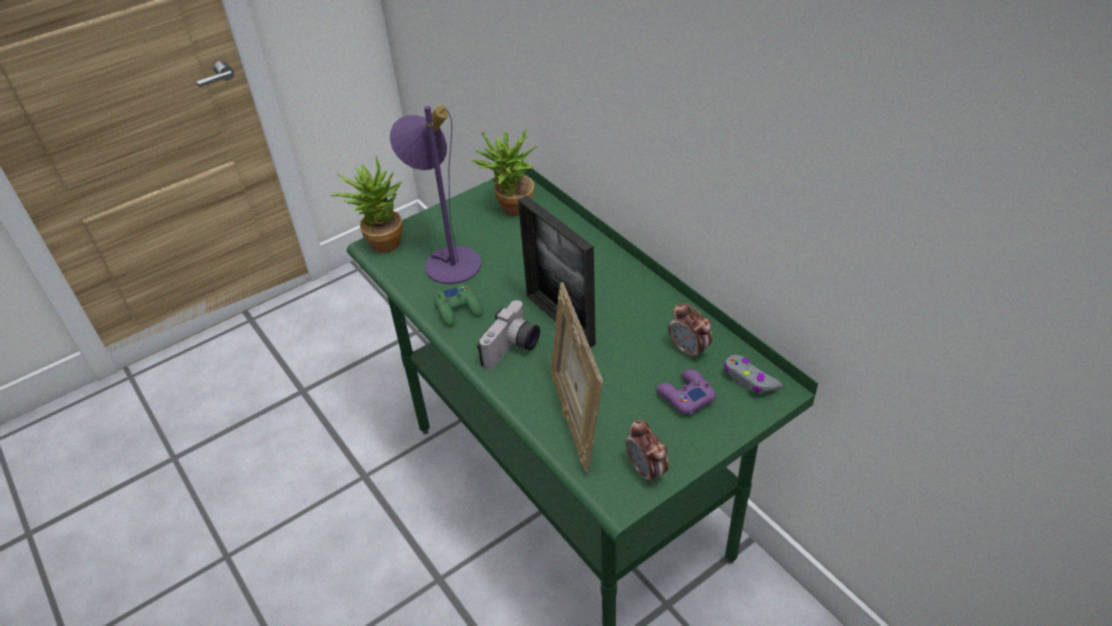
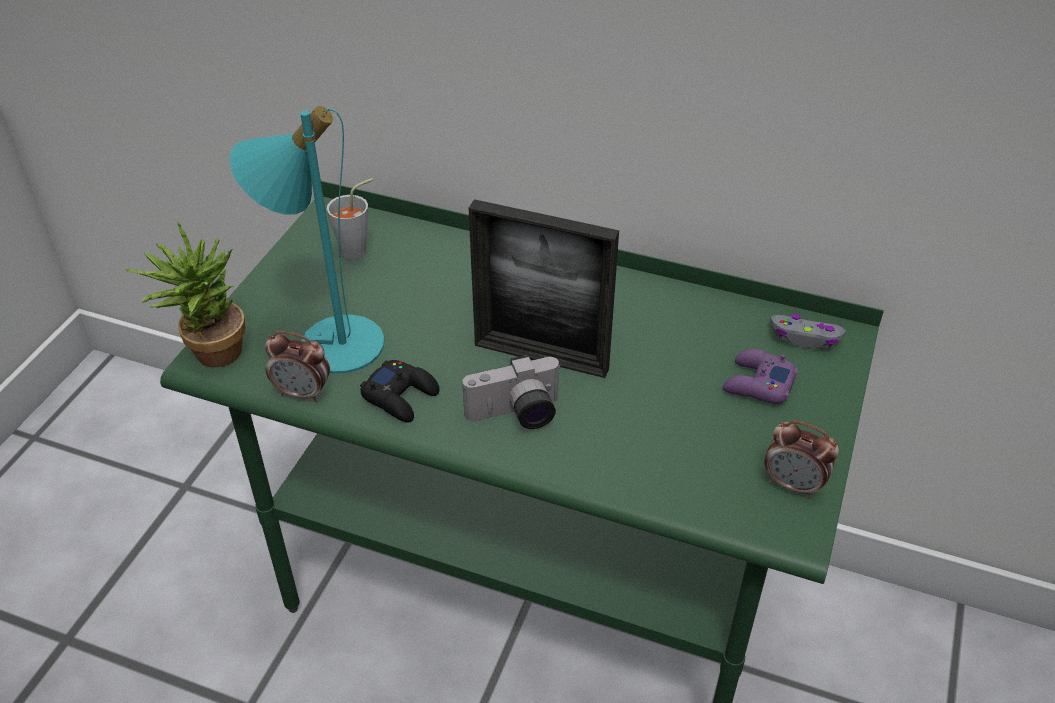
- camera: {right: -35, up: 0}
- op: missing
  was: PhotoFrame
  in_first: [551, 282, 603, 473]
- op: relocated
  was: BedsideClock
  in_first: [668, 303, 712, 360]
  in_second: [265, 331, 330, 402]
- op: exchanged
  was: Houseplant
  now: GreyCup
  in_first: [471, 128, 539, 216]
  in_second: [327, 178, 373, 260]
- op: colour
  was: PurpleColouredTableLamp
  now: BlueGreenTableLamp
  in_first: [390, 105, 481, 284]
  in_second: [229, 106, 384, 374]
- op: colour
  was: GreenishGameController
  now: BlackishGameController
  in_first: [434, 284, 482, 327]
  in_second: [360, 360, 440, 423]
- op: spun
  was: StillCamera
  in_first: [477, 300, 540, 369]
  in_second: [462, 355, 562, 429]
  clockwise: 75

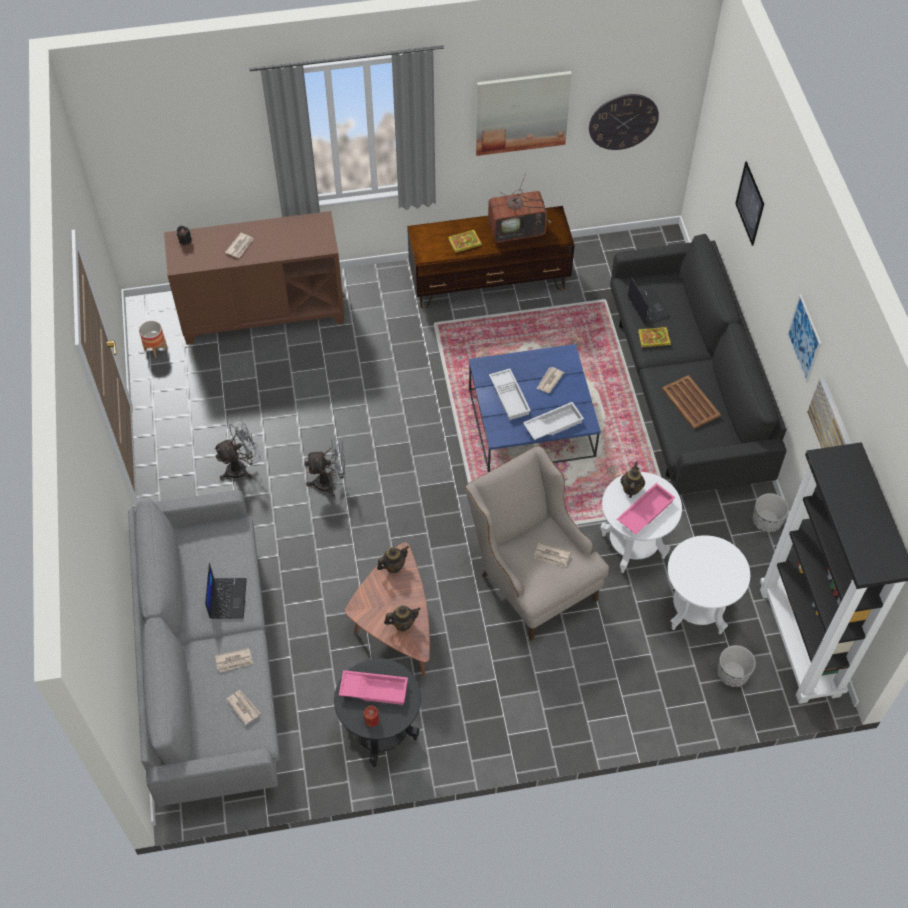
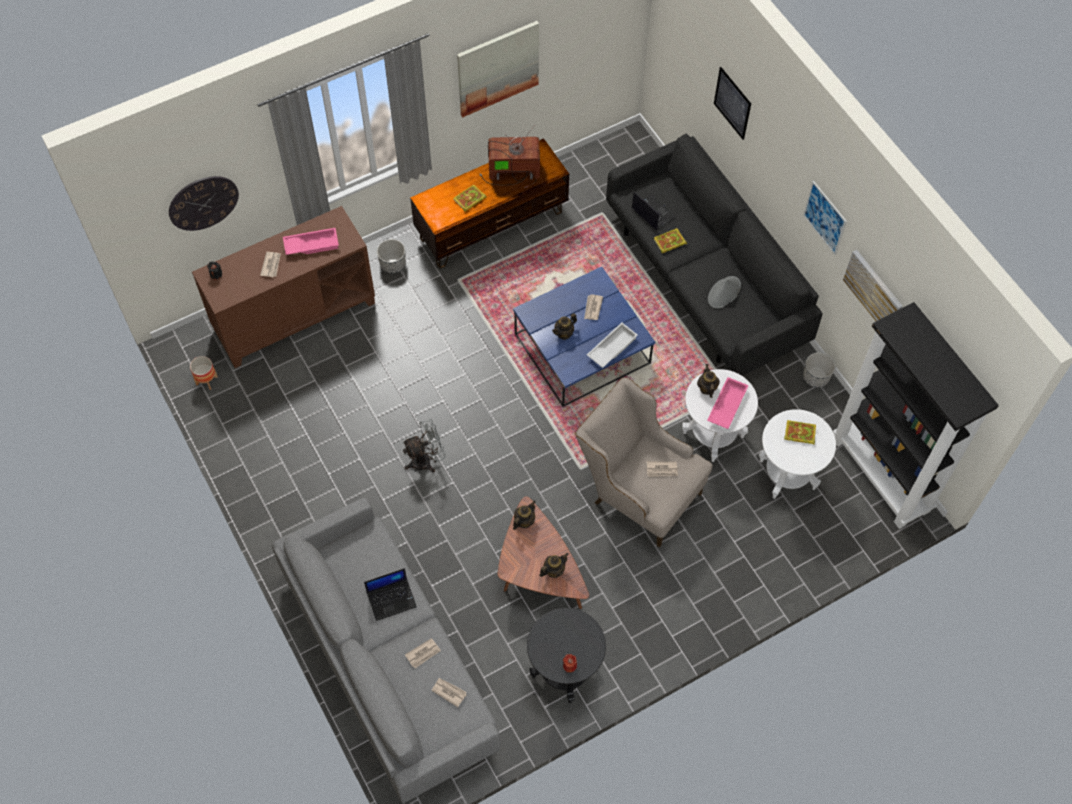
- camera: {right: -20, up: 5}
- op: missing
  was: GreyCoolingFan
  in_first: [214, 420, 261, 480]
- op: appeared
  now: Book
  in_second: [784, 420, 816, 444]
- op: relocated
  was: PinkishTray
  in_first: [339, 670, 408, 705]
  in_second: [283, 228, 339, 255]
- op: relocated
  was: HangingClock
  in_first: [589, 94, 659, 150]
  in_second: [169, 176, 239, 231]
- op: relocated
  was: PlantPot
  in_first: [717, 645, 756, 687]
  in_second: [377, 239, 406, 273]
- op: exchanged
  was: WhiteTray
  now: TeaPot
  in_first: [489, 368, 531, 420]
  in_second: [552, 313, 577, 340]
- op: exchanged
  was: BrownTray
  now: GreyClothingHat
  in_first: [662, 375, 721, 429]
  in_second: [708, 276, 741, 309]
- op: spun
  was: NotebookComputer
  in_first: [205, 563, 247, 619]
  in_second: [364, 568, 417, 621]
  clockwise: 90
- op: spun
  was: Television
  in_first: [488, 173, 552, 243]
  in_second: [479, 125, 540, 188]
  clockwise: -150

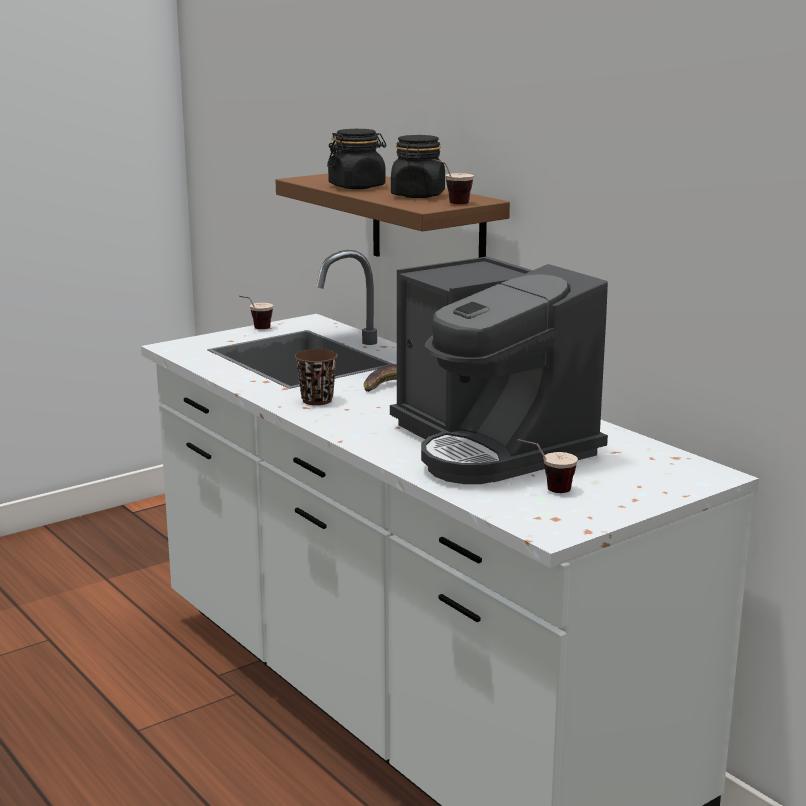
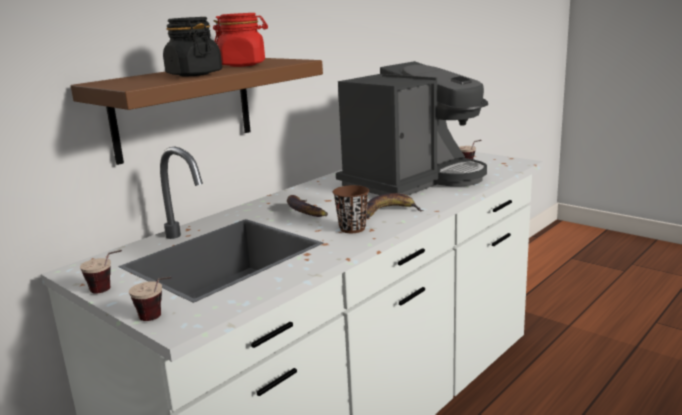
- camera: {right: -100, up: 0}
- op: appeared
  now: WholeBanana
  in_second: [366, 193, 424, 219]
- op: relocated
  was: Cup
  in_first: [433, 159, 474, 204]
  in_second: [129, 277, 172, 321]
- op: colour
  was: BlackishJar
  now: RedColouredJar
  in_first: [391, 135, 445, 198]
  in_second: [213, 13, 268, 67]

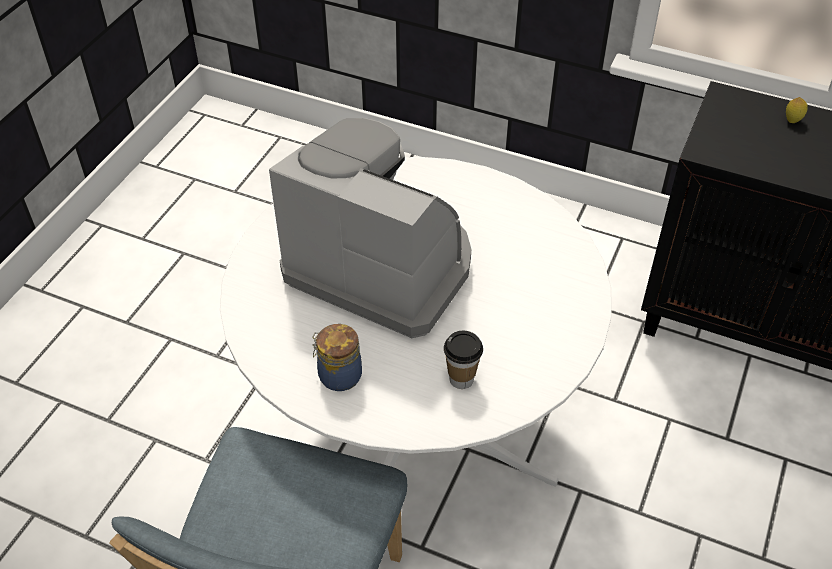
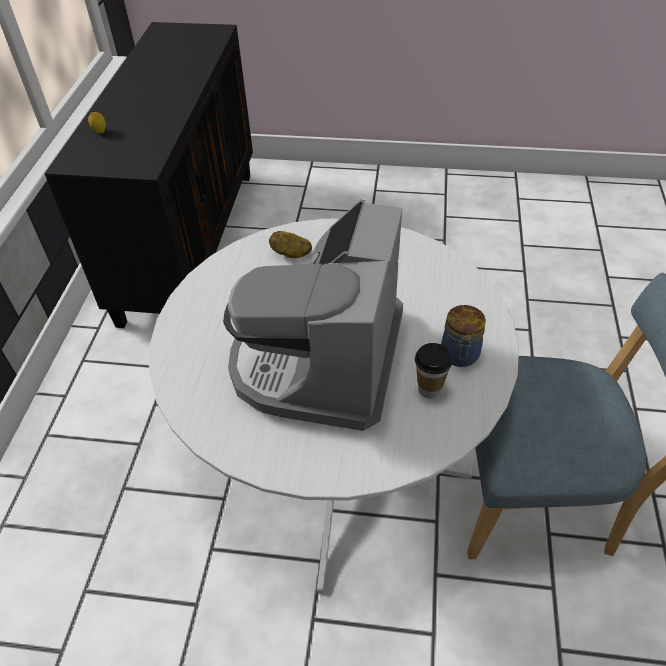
- camera: {right: -105, up: 0}
- op: appeared
  now: Spud
  in_second: [269, 231, 312, 258]
- op: relocated
  was: Cup
  in_first: [444, 331, 483, 389]
  in_second: [415, 343, 453, 398]

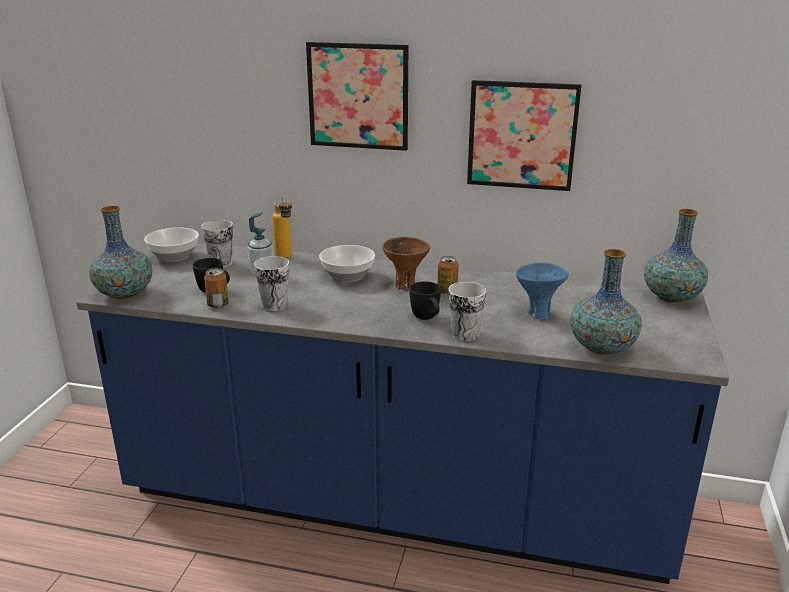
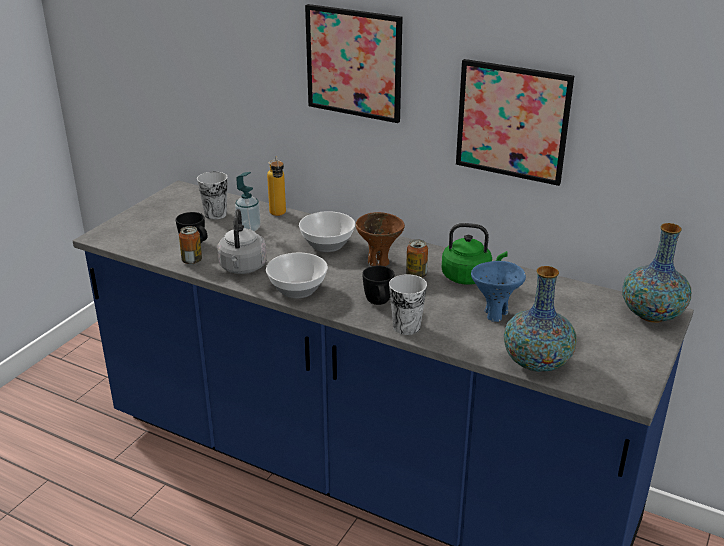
- camera: {right: 15, up: 5}
- op: missing
  was: FlowerVase
  in_first: [89, 206, 152, 299]
- op: appeared
  now: GreenishTeaKettle
  in_second: [442, 223, 508, 285]
- op: relocated
  was: ServingBowl
  in_first: [144, 227, 199, 262]
  in_second: [266, 253, 328, 299]
- op: exchanged
  was: Cup
  now: GreyTeaKettle
  in_first: [254, 256, 289, 311]
  in_second: [217, 209, 267, 274]

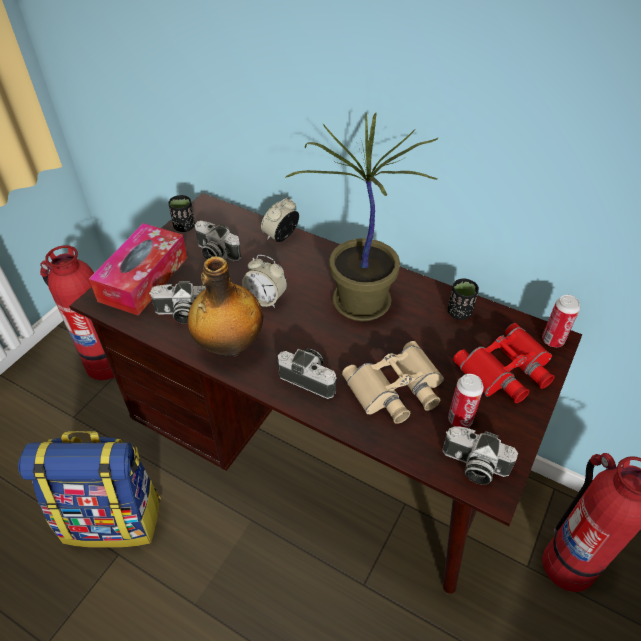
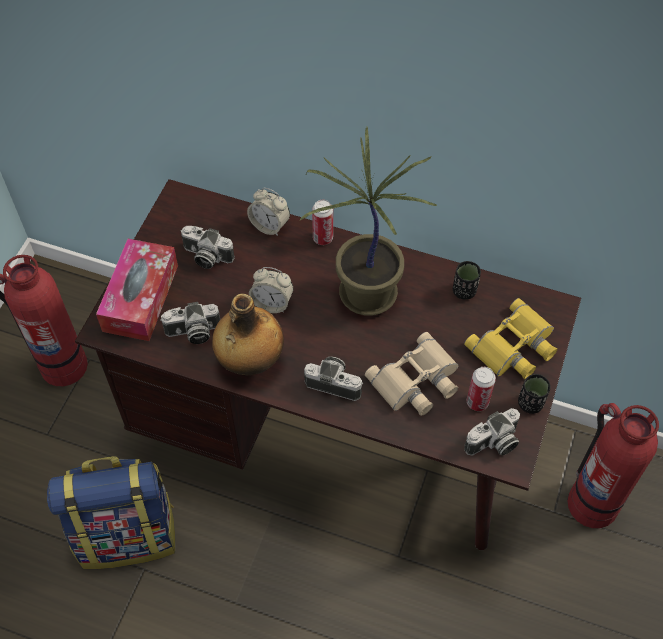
- camera: {right: -10, up: 10}
- op: relocated
  was: BlackishCup
  in_first: [168, 195, 195, 232]
  in_second: [518, 374, 551, 414]
- op: relocated
  was: Can
  in_first: [542, 295, 580, 347]
  in_second: [312, 200, 333, 245]
- op: colour
  was: RedColouredPairOfBinoculars
  now: YellowPairOfBinoculars
  in_first: [453, 323, 555, 403]
  in_second: [464, 298, 557, 379]
- op: spun
  was: BedsideClock
  in_first: [261, 197, 299, 242]
  in_second: [247, 188, 290, 236]
  clockwise: -90
- op: spun
  was: StillCamera
  in_first: [442, 426, 518, 485]
  in_second: [464, 408, 520, 456]
  clockwise: -45

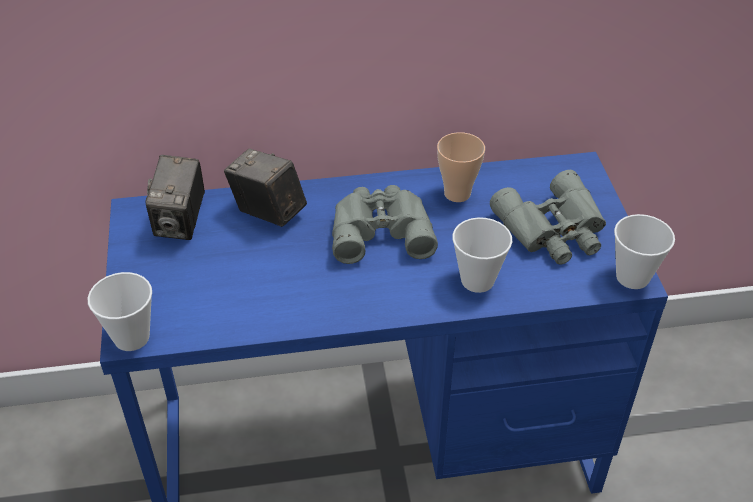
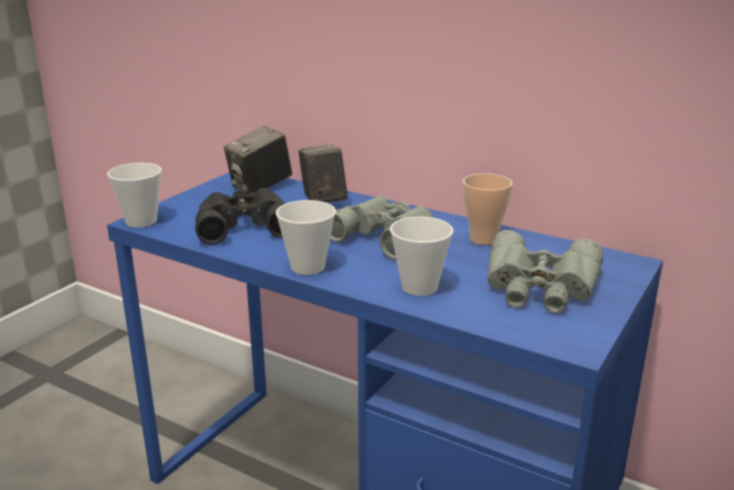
- camera: {right: 40, up: -20}
- op: appeared
  now: BlackishPairOfBinoculars
  in_second: [195, 188, 286, 245]
- op: relocated
  was: Cup
  in_first: [614, 214, 675, 289]
  in_second: [276, 200, 336, 275]

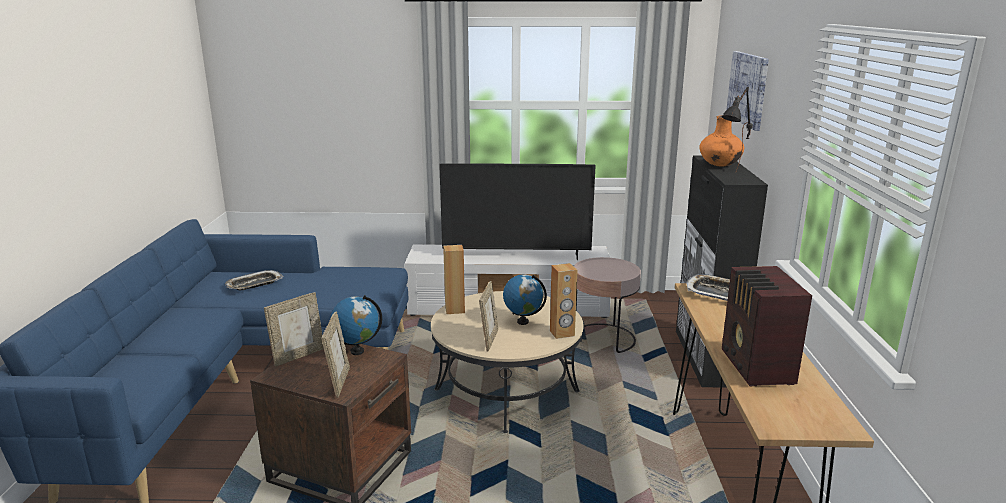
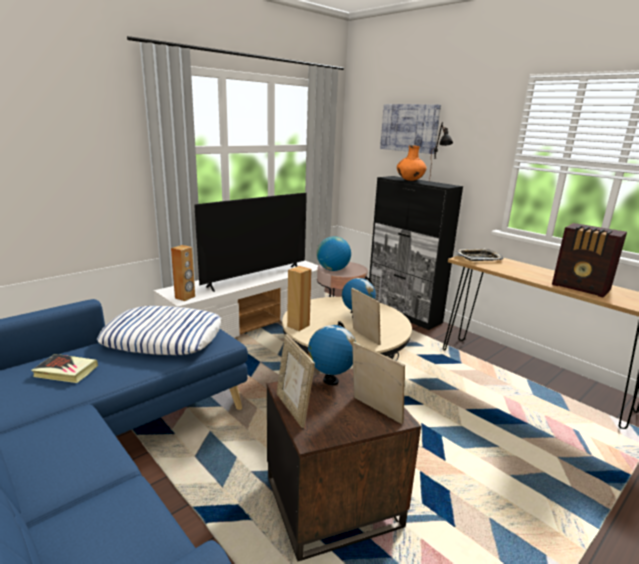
- camera: {right: -45, up: 0}
- op: appeared
  now: Pillow
  in_second: [97, 306, 222, 355]
- op: appeared
  now: WorldGlobe
  in_second: [317, 236, 351, 271]
- op: relocated
  was: BrownSpeaker
  in_first: [550, 263, 577, 339]
  in_second: [171, 245, 195, 301]
- op: exchanged
  was: Tray
  now: Book
  in_first: [225, 270, 283, 290]
  in_second: [31, 354, 98, 383]
- op: spun
  was: PhotoFrame
  in_first: [264, 292, 324, 367]
  in_second: [277, 334, 315, 428]
  clockwise: 150

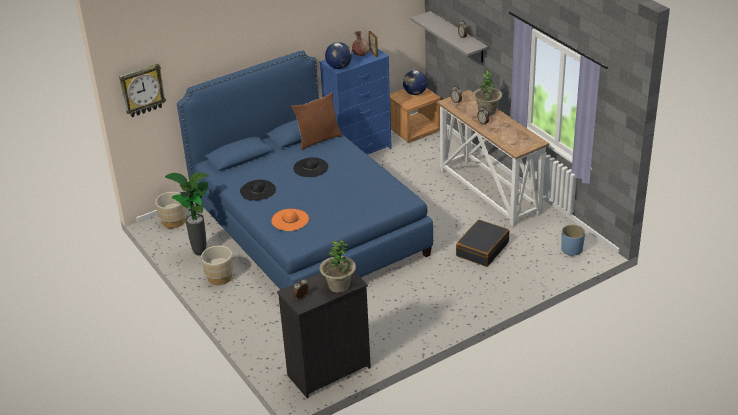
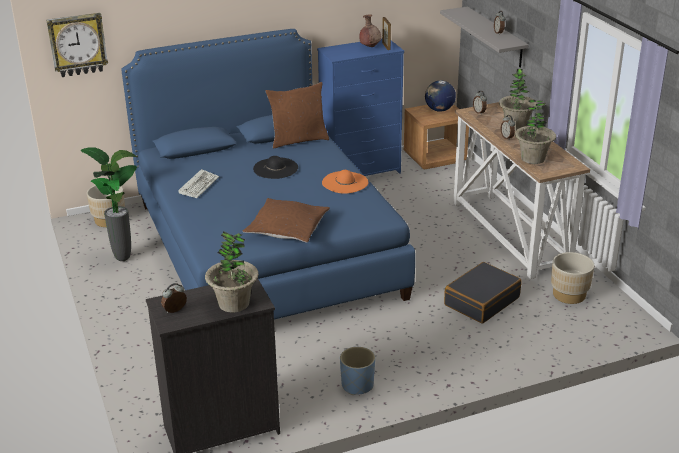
- camera: {right: 10, up: -5}
- op: missing
  was: WorldGlobe
  in_first: [325, 42, 352, 69]
- op: appeared
  now: BrownPillow
  in_second: [243, 198, 330, 243]
- op: appeared
  now: Houseplant
  in_second: [515, 100, 556, 164]
- op: relocated
  was: BeigePlantPot
  in_first: [201, 246, 233, 285]
  in_second: [551, 252, 594, 304]
- op: relocated
  was: OrangeyClothingHat
  in_first: [271, 209, 309, 231]
  in_second: [322, 170, 368, 194]
- op: relocated
  was: BluePlantPot
  in_first: [561, 224, 585, 256]
  in_second: [340, 347, 375, 395]
- op: exchanged
  was: BlackishClothingHat
  now: ComputerKeyboard
  in_first: [240, 180, 276, 201]
  in_second: [179, 169, 219, 198]

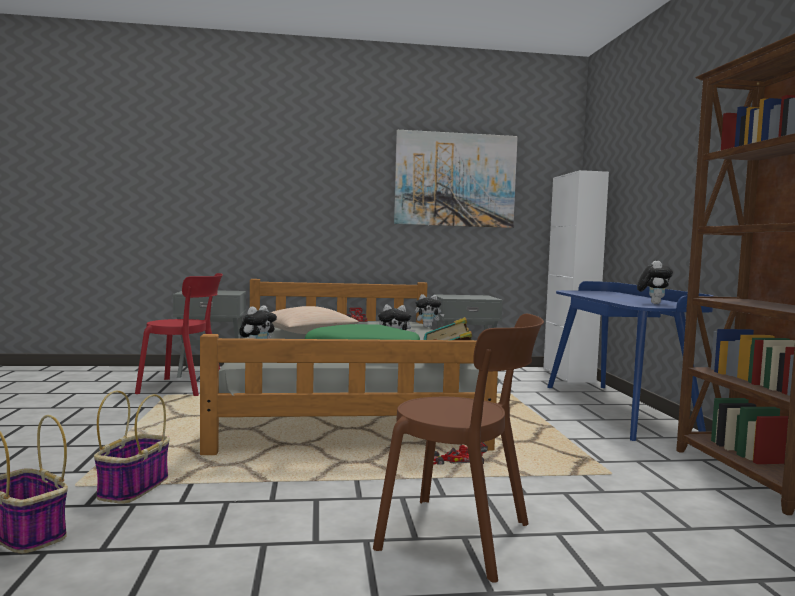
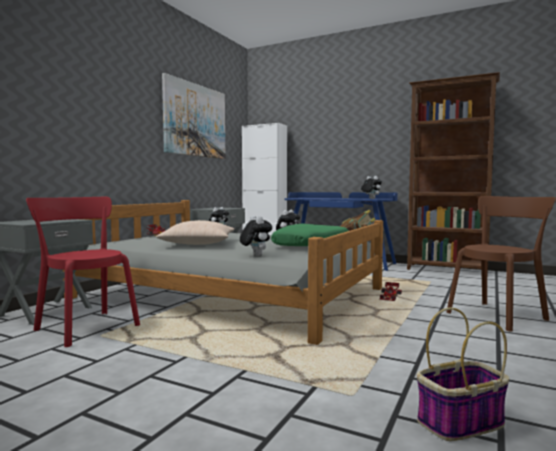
- camera: {right: -55, up: 0}
- op: missing
  was: StorageBasket
  in_first: [94, 391, 170, 504]
- op: spun
  was: RedColouredUprightChair
  in_first: [135, 273, 223, 396]
  in_second: [26, 197, 140, 347]
  clockwise: -90

